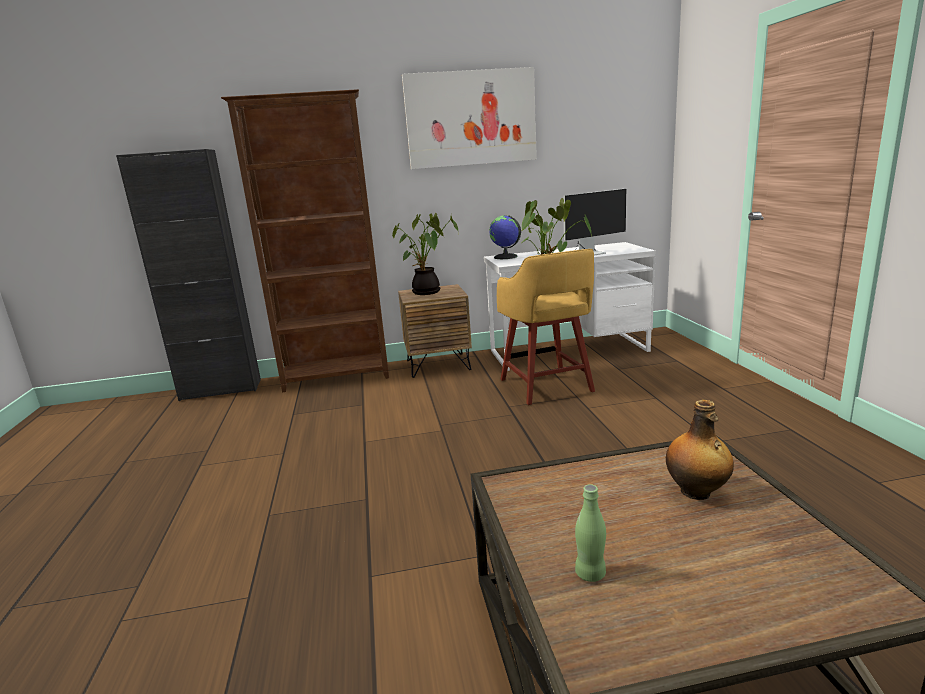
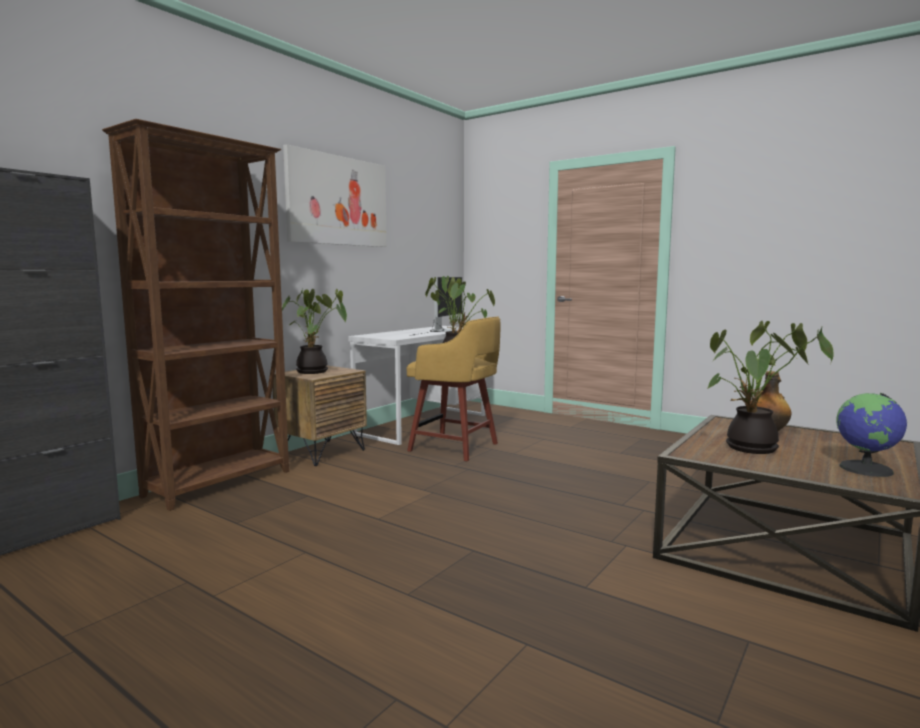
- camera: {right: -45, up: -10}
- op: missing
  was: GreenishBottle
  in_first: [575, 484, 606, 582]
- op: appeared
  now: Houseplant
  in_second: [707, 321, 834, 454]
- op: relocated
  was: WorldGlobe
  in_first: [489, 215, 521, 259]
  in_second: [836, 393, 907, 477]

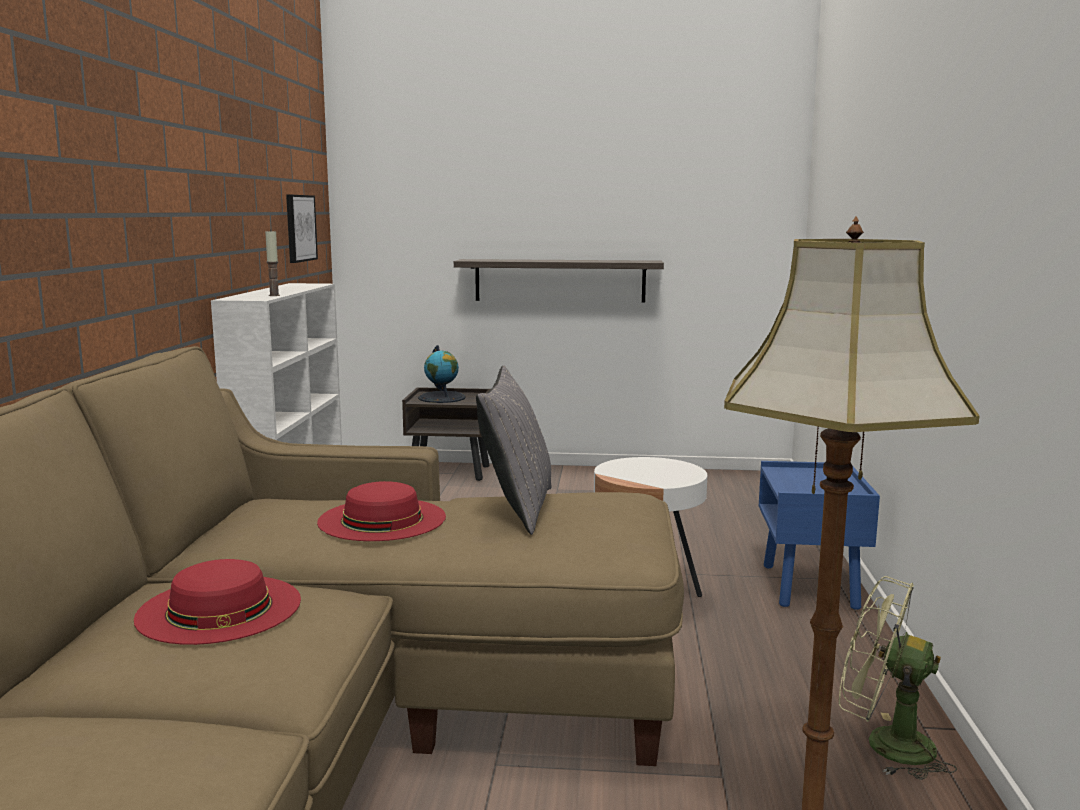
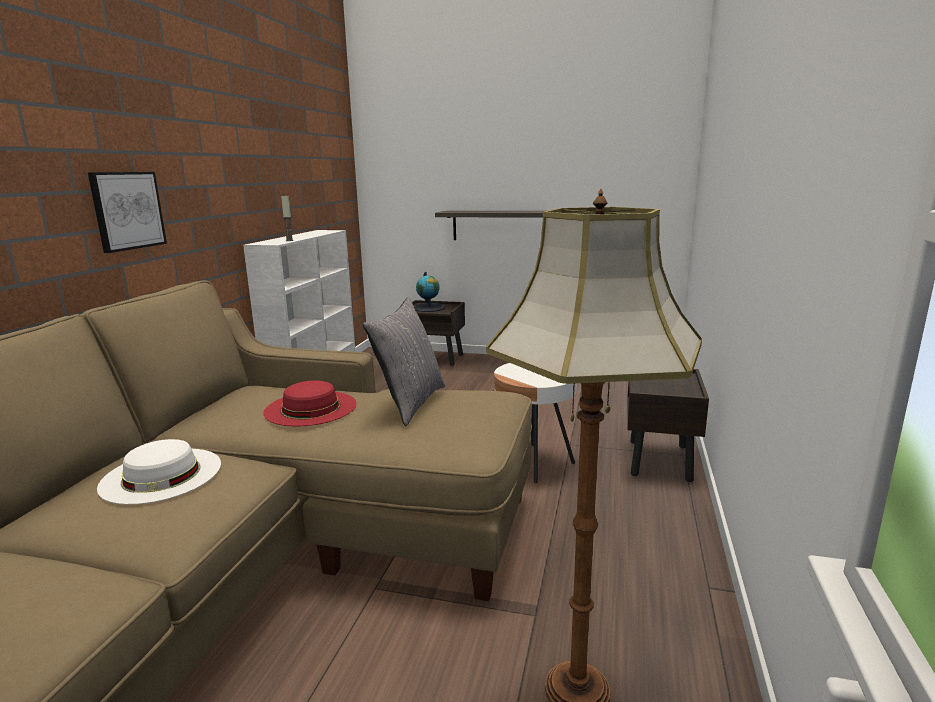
- camera: {right: 10, up: 5}
- op: missing
  was: GreenishCoolingFan
  in_first: [839, 576, 957, 780]
- op: relocated
  was: WallPicture
  in_first: [286, 195, 318, 263]
  in_second: [88, 172, 167, 253]
- op: colour
  was: RedColouredClothingHat
  now: WhiteClothingHat
  in_first: [134, 559, 301, 645]
  in_second: [97, 439, 221, 505]
- op: colour
  was: BlueBedsideTable
  now: BrownBedsideTable
  in_first: [759, 461, 880, 610]
  in_second: [627, 369, 709, 482]

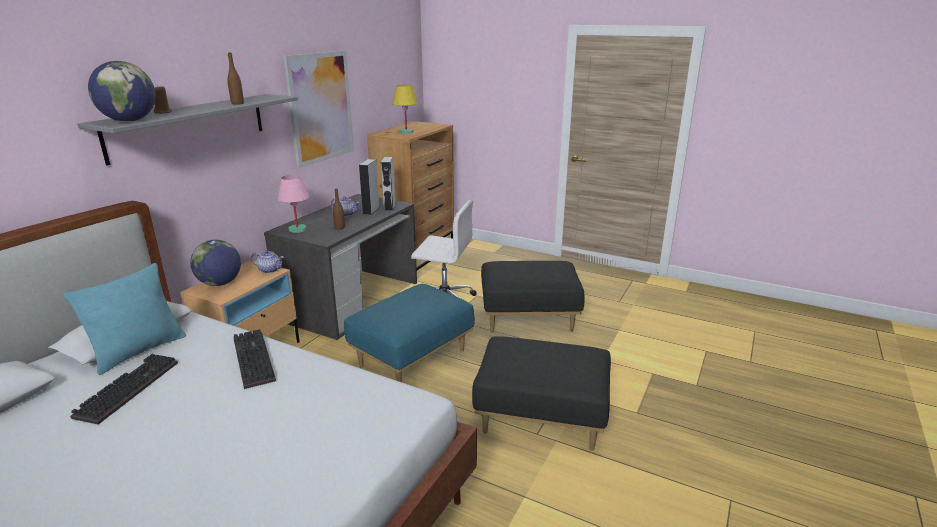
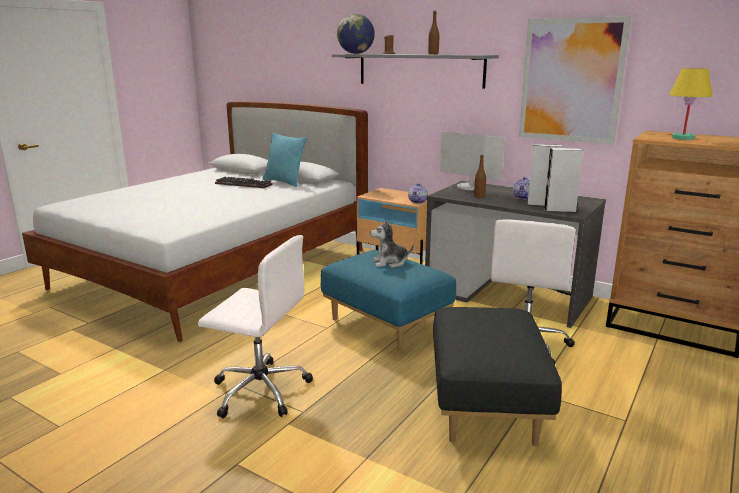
- camera: {right: 95, up: -5}
- op: missing
  was: WorldGlobe
  in_first: [190, 240, 241, 286]
- op: missing
  was: ComputerKeyboard
  in_first: [233, 329, 276, 389]
- op: appeared
  now: CuddlyToy
  in_second: [370, 220, 414, 268]
- op: exchanged
  was: PinkishTableLamp
  now: Monitor
  in_first: [277, 175, 310, 233]
  in_second: [440, 132, 505, 190]
- op: exchanged
  was: BlackishOttoman
  now: WhiteComputerChair
  in_first: [472, 336, 611, 451]
  in_second: [198, 235, 313, 418]

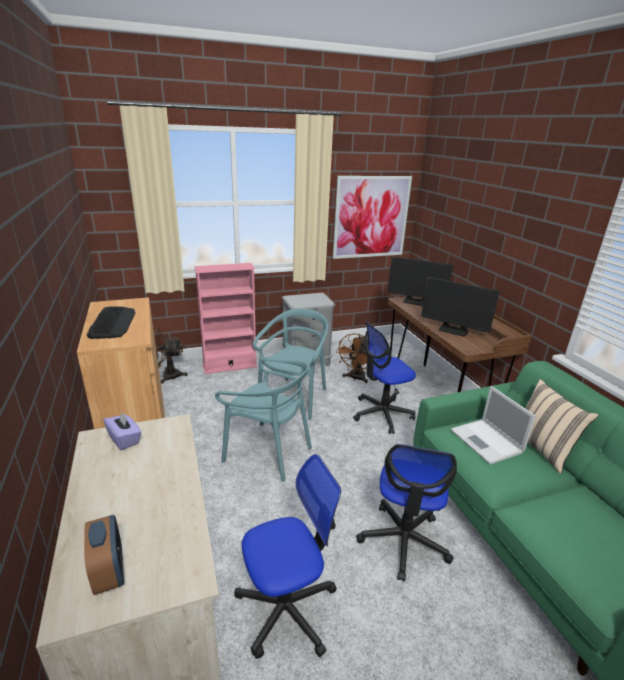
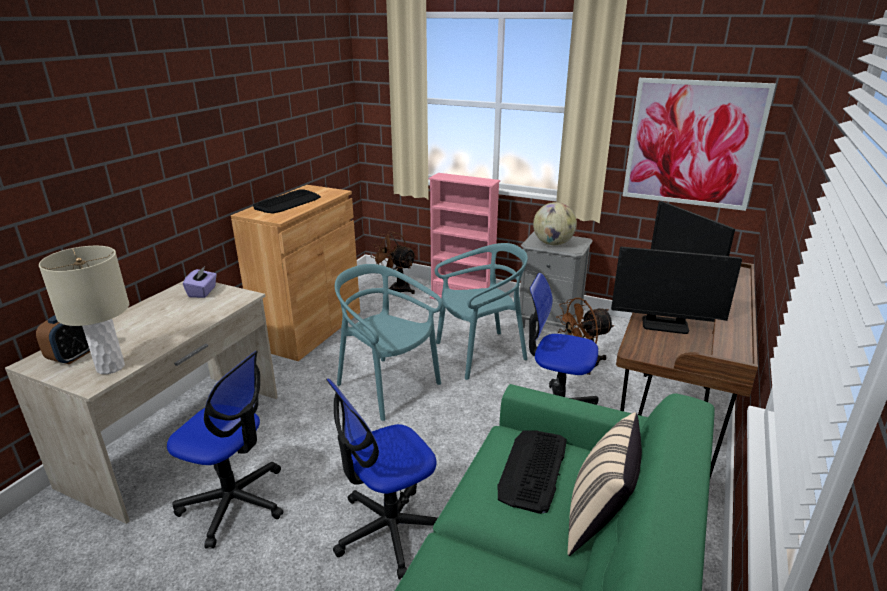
- camera: {right: 45, up: 0}
- op: appeared
  now: BeigeTableLamp
  in_second: [39, 246, 129, 374]
- op: appeared
  now: WorldGlobe
  in_second: [533, 202, 577, 245]
- op: exchanged
  was: NotebookComputer
  now: ComputerKeyboard
  in_first: [451, 386, 536, 465]
  in_second: [498, 431, 567, 514]
- op: spun
  was: BlueGreenUprightChair
  in_first: [215, 357, 312, 482]
  in_second: [335, 264, 443, 421]
  clockwise: 150
- op: spun
  was: Monitor
  in_first: [421, 277, 500, 337]
  in_second: [611, 246, 742, 334]
  clockwise: -60

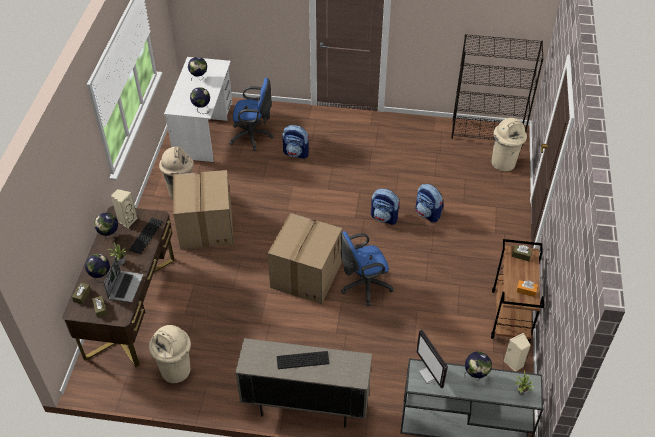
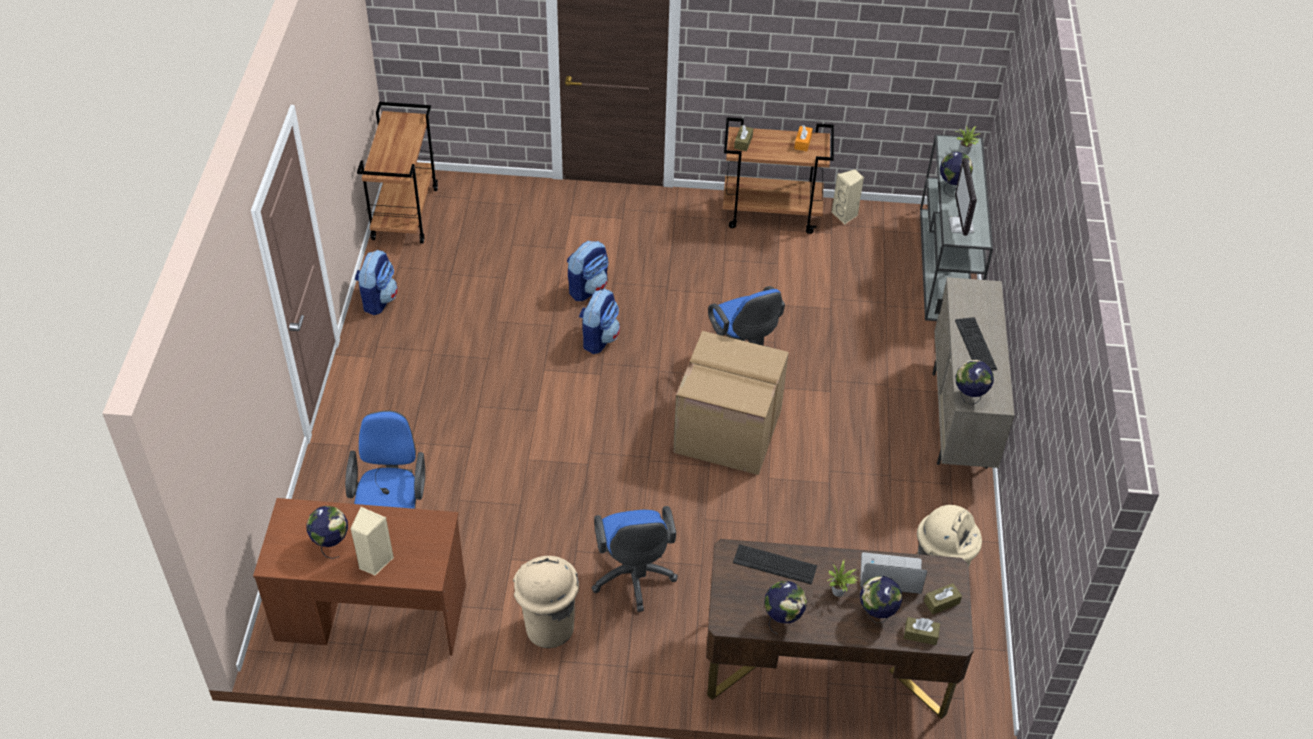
- camera: {right: -95, up: 0}
- op: missing
  was: BeigeTrashCan
  in_first: [491, 118, 527, 171]
- op: relocated
  was: BeigeSpeaker
  in_first: [111, 189, 138, 228]
  in_second: [350, 507, 394, 575]
- op: relocated
  was: WorldGlobe
  in_first: [190, 87, 210, 114]
  in_second: [956, 360, 994, 404]
- op: relocated
  was: Backpack
  in_first: [282, 125, 309, 159]
  in_second: [355, 250, 398, 315]
- op: exchanged
  was: PackingBox
  now: BlueComputerChair
  in_first: [173, 170, 234, 250]
  in_second: [591, 506, 678, 612]
- op: exchanged
  was: BlackishBookshelf
  now: BrownCart
  in_first: [451, 34, 544, 146]
  in_second: [357, 102, 438, 244]
- op: colour
  was: WhiteDeskTable
  now: BrownDeskTable
  in_first: [164, 57, 233, 162]
  in_second: [253, 498, 466, 656]
- op: spun
  was: Monitor
  in_first: [416, 330, 448, 388]
  in_second: [949, 158, 977, 236]
  clockwise: 120

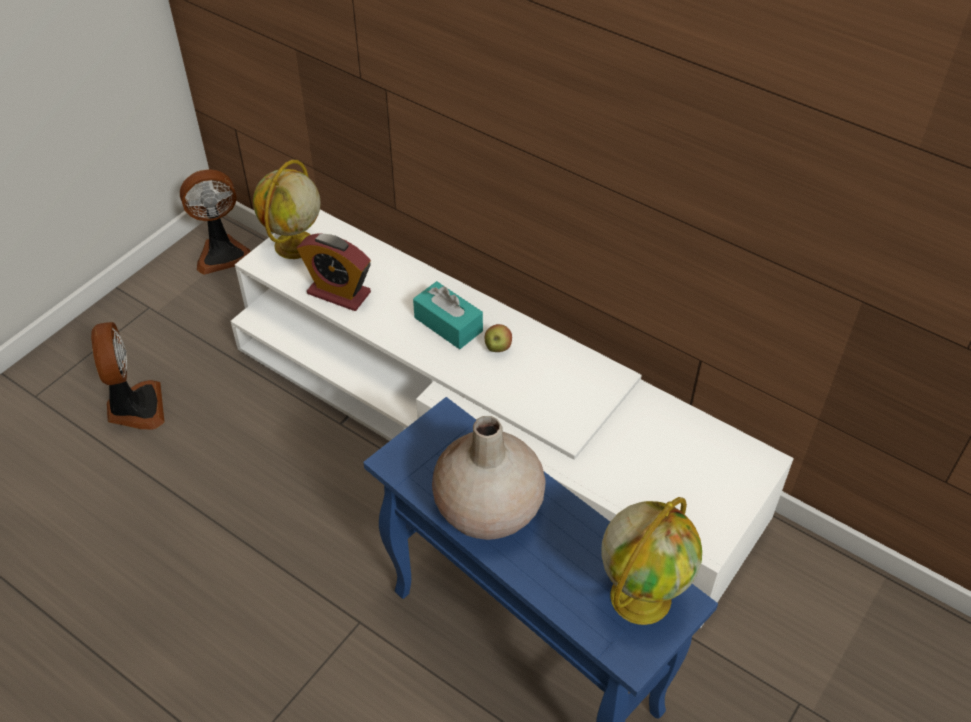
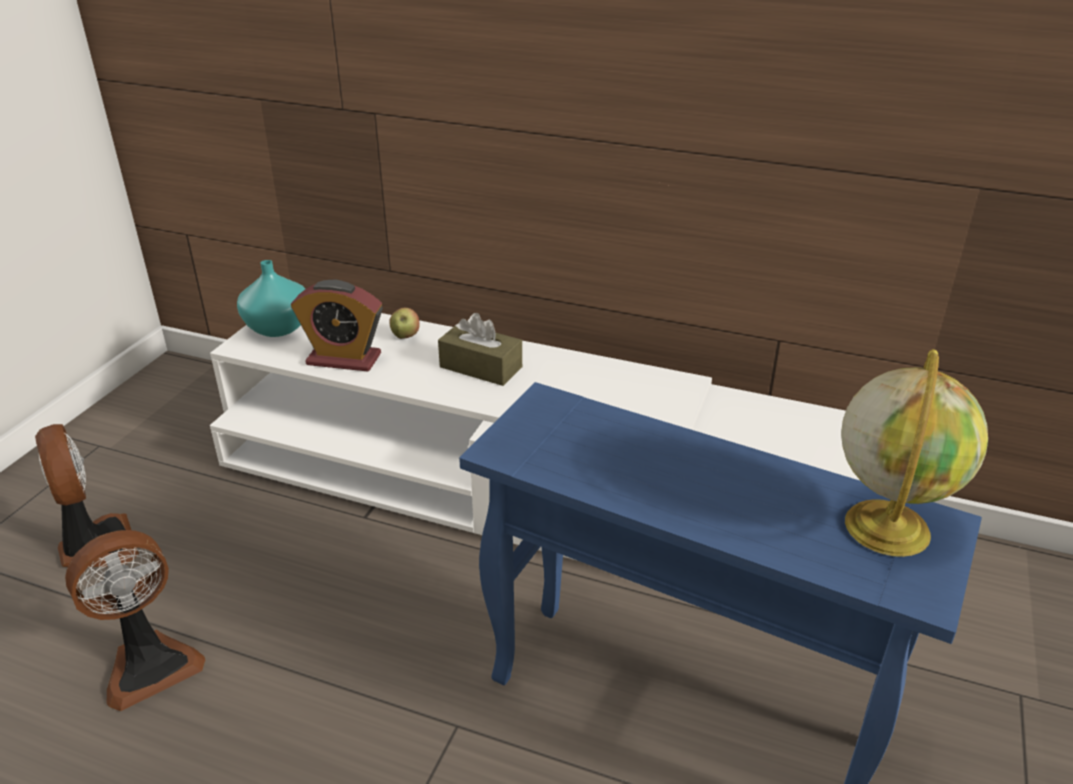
- camera: {right: -15, up: -15}
- op: missing
  was: BeigeFlowerVase
  in_first: [432, 416, 546, 540]
- op: relocated
  was: CoolingFan
  in_first: [180, 169, 251, 275]
  in_second: [65, 530, 205, 711]
- op: relocated
  was: Apple
  in_first: [484, 324, 512, 352]
  in_second: [389, 308, 419, 339]
- op: exchanged
  was: WorldGlobe
  now: BlueGreenFlowerVase
  in_first: [253, 160, 320, 259]
  in_second: [237, 260, 305, 337]
- op: colour
  was: BlueGreenTissueBox
  now: BrownTissueBox
  in_first: [413, 281, 483, 349]
  in_second: [438, 313, 522, 386]

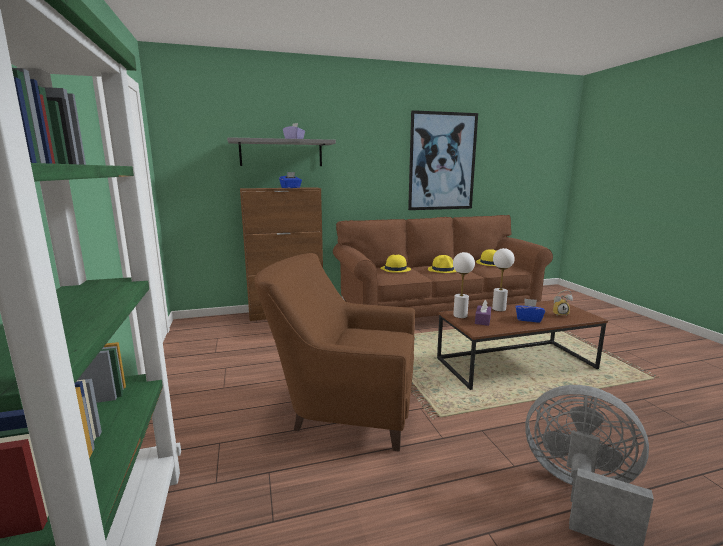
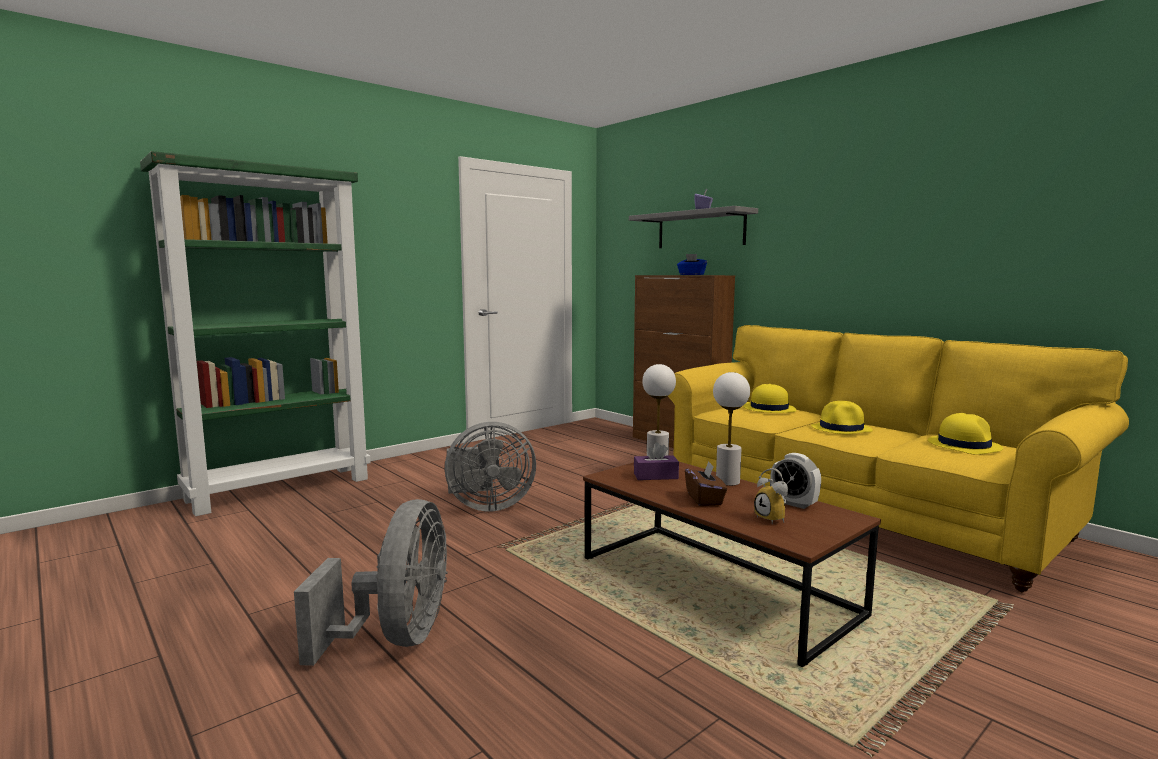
- camera: {right: 65, up: -5}
- op: missing
  was: WallPicture
  in_first: [408, 110, 478, 210]
- op: appeared
  now: BedsideClock
  in_second: [771, 453, 821, 509]
- op: exchanged
  was: BrownArmchair
  now: GreyCoolingFan
  in_first: [254, 253, 415, 451]
  in_second: [445, 422, 536, 511]
- op: colour
  was: BrownSettee
  now: YellowSettee
  in_first: [333, 215, 553, 318]
  in_second: [668, 325, 1129, 592]
- op: colour
  was: BlueTissueBox
  now: BrownTissueBox
  in_first: [515, 299, 545, 323]
  in_second: [685, 461, 728, 506]

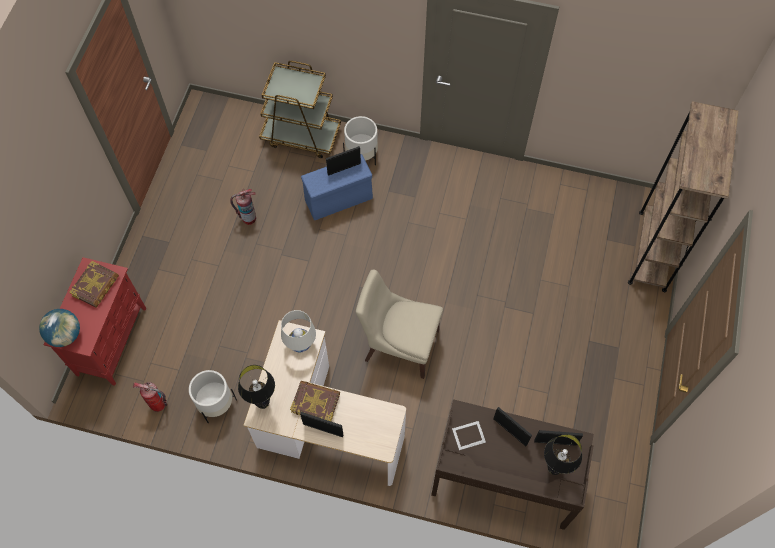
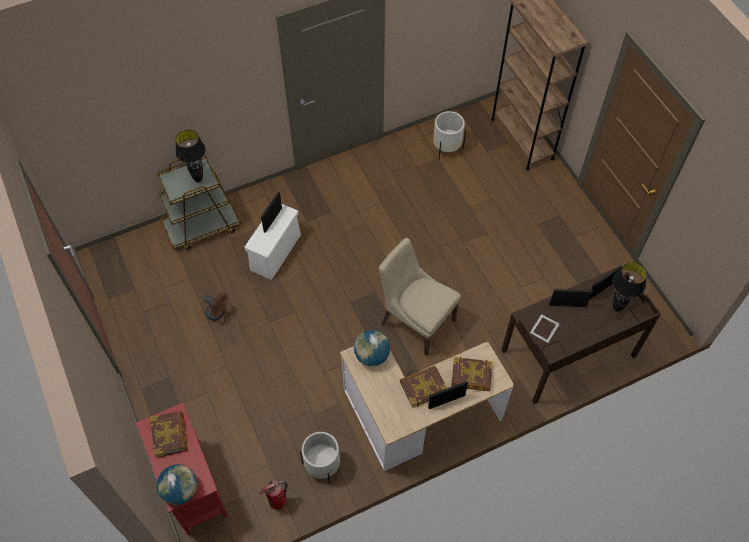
- camera: {right: -40, up: -5}
- op: appeared
  now: Book
  in_second: [451, 357, 493, 391]
- op: relocated
  was: BlackishTableLamp
  in_first: [238, 365, 275, 409]
  in_second: [175, 130, 206, 182]
- op: relocated
  was: WhitePlantPot
  in_first: [343, 116, 378, 165]
  in_second: [433, 111, 466, 159]
- op: exchanged
  was: FireExtinguisher
  now: BrownCoolingFan
  in_first: [230, 189, 256, 225]
  in_second: [203, 293, 228, 321]
- op: exchanged
  was: WhiteTableLamp
  now: WorldGlobe
  in_first: [281, 310, 316, 352]
  in_second: [354, 330, 390, 366]
- op: colour
  was: BlueStorageBox
  now: WhiteStorageBox
  in_first: [301, 154, 373, 220]
  in_second: [245, 204, 301, 280]
- op: spun
  was: BeigeUprightChair
  in_first: [356, 270, 443, 379]
  in_second: [379, 238, 461, 356]
  clockwise: 60

